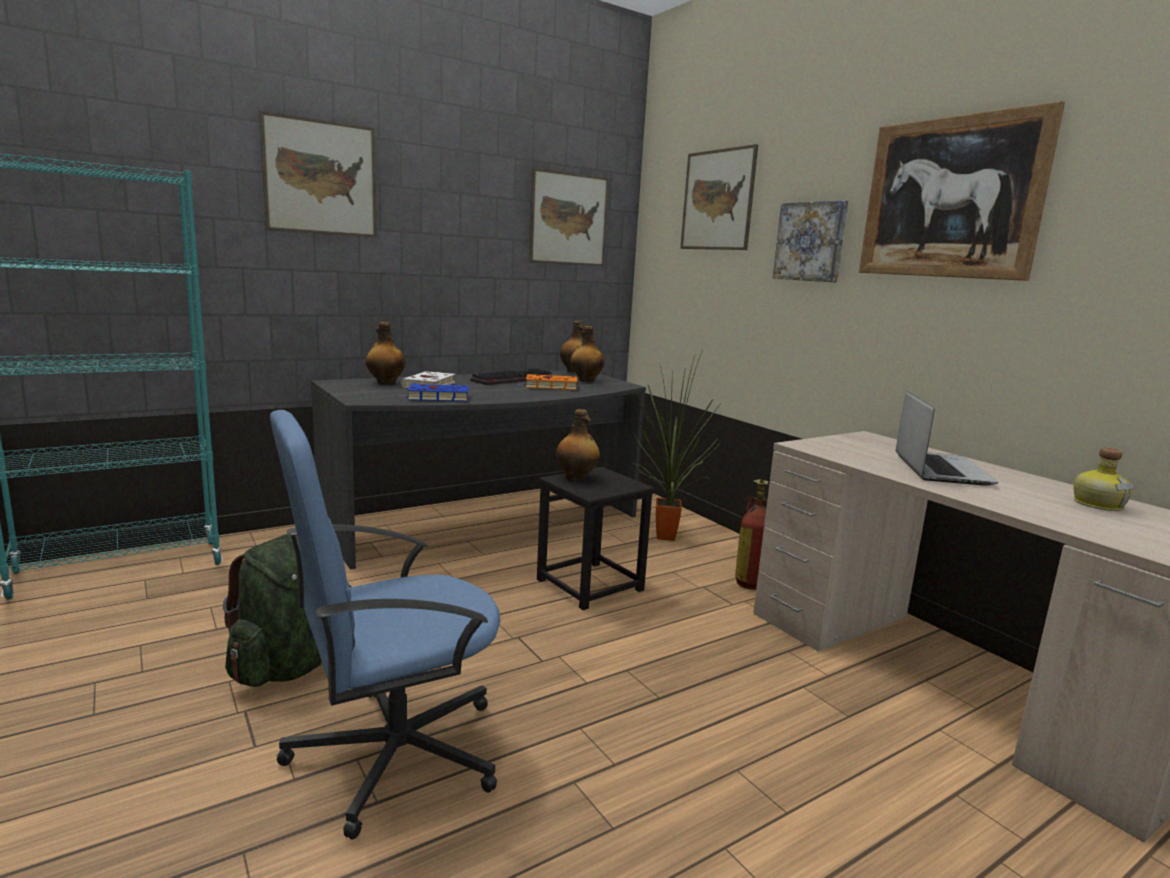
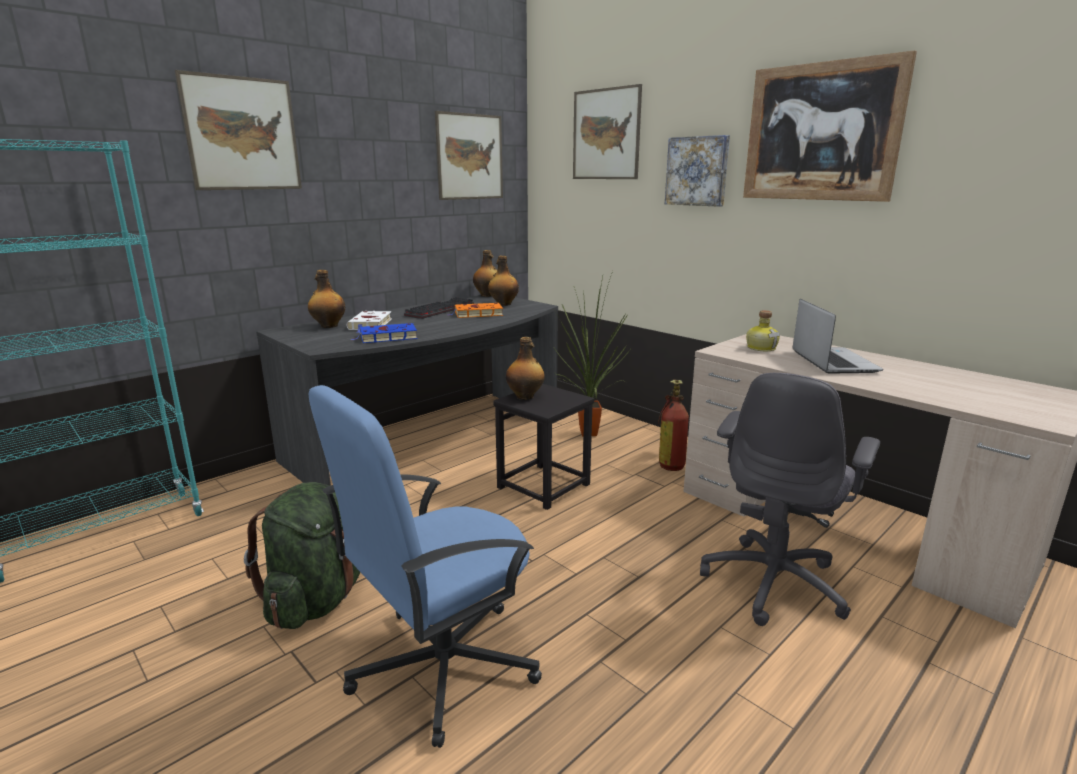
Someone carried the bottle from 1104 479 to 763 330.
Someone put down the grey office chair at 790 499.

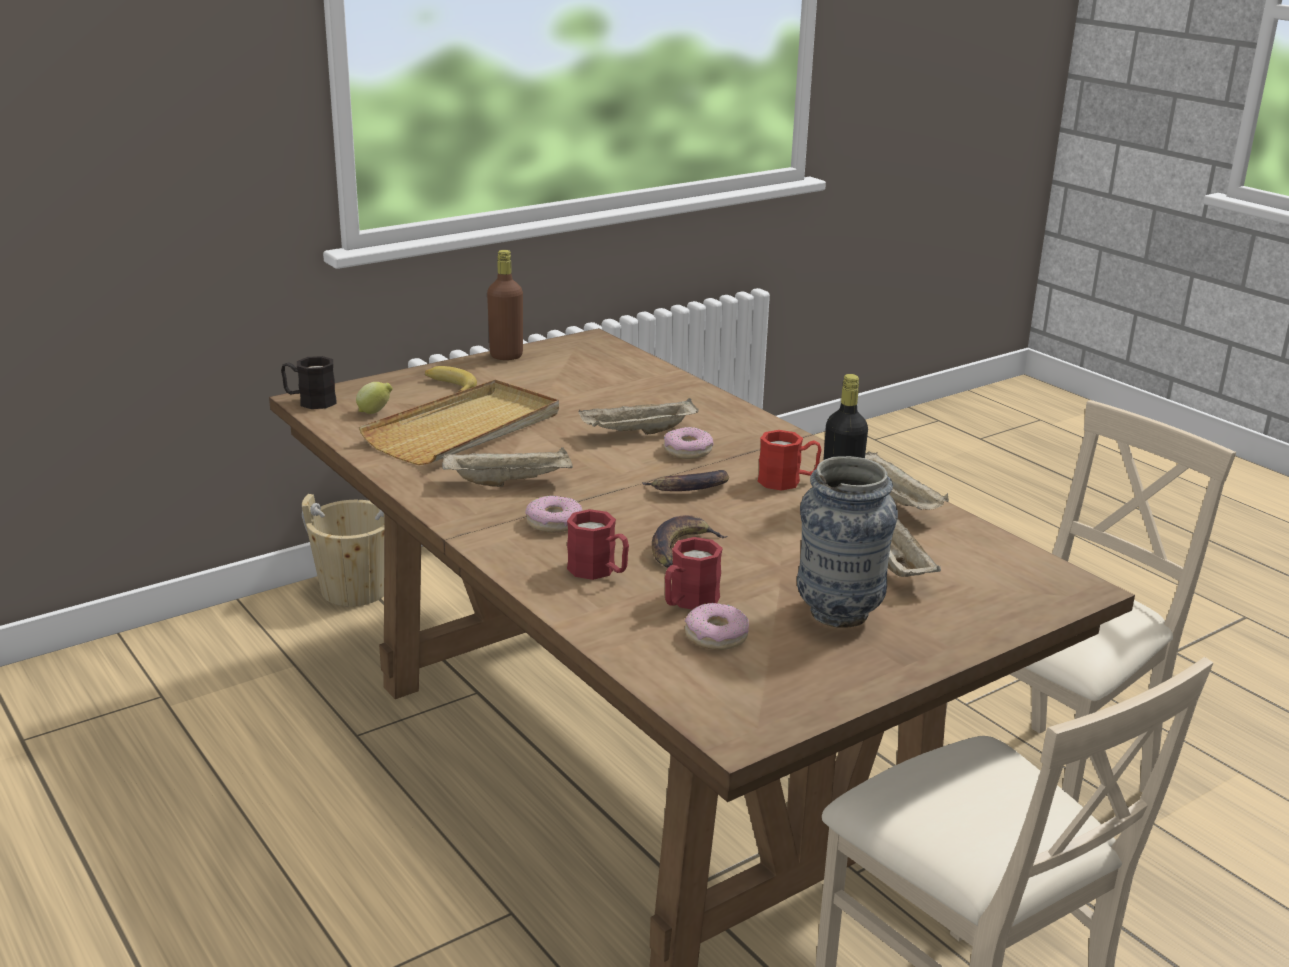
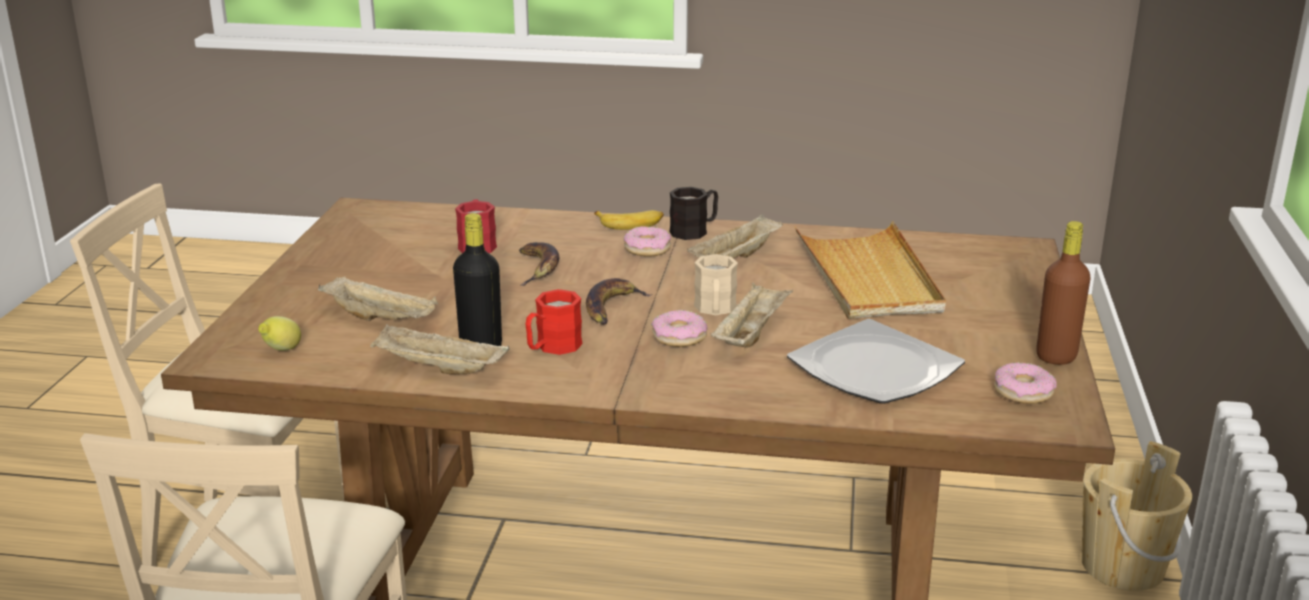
Someone carried the black mug from 309 382 to 693 213.
Someone carried the lemon from 374 398 to 279 333.
Someone carried the banana from 451 379 to 629 220.
Someone took away the red mug at 598 544.
Someone carried the donut from 717 626 to 1025 383.
Someone took away the vase at 847 542.
Someone put down the beige mug at 716 284.
Someone put down the plate at 876 361.

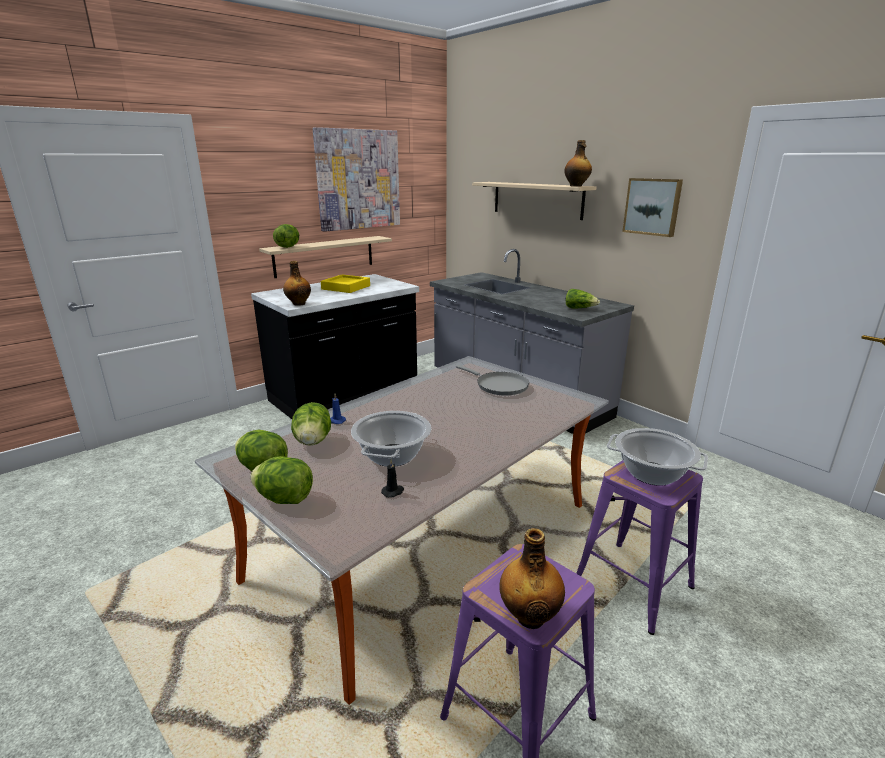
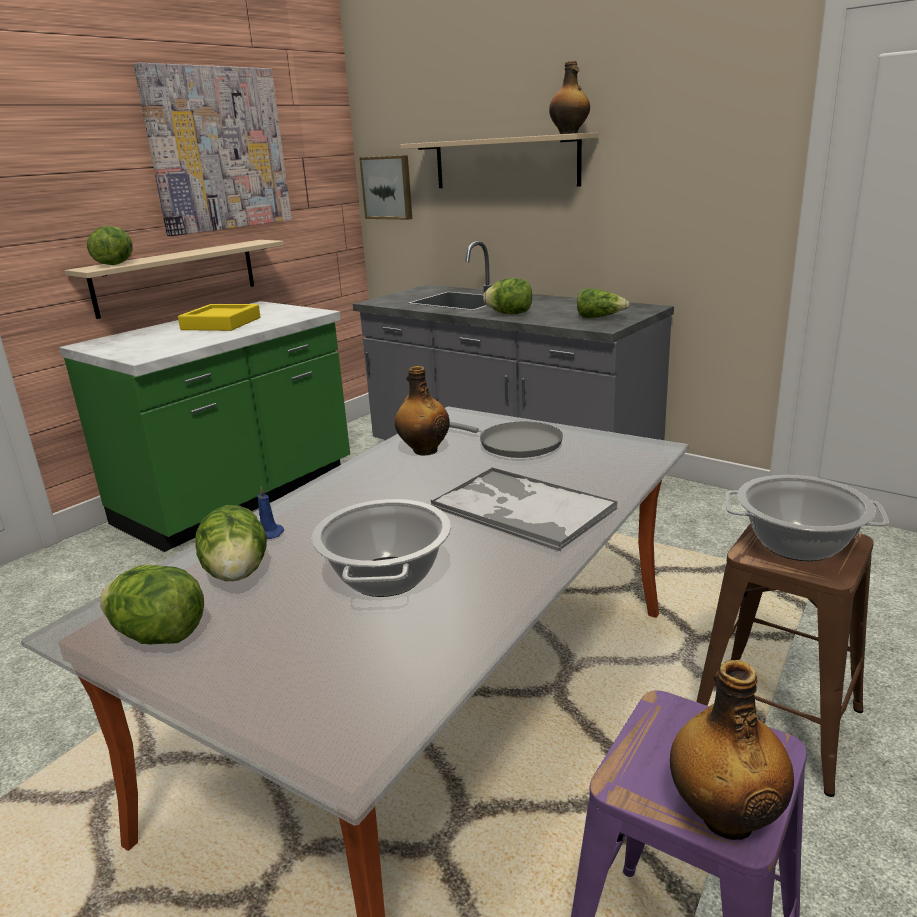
Someone carried the lettuce from 281 480 to 507 296.
Someone repainted the black counter at 335 346, which became the green counter at 204 426.
Someone carried the bottle from 297 283 to 422 410.
Someone took away the black candle at 392 479.
Someone repainted the purple stool at 639 547, which became the brown stool at 785 660.
Someone carried the picture from 652 207 to 385 187.
Someone put down the tray at 524 509.

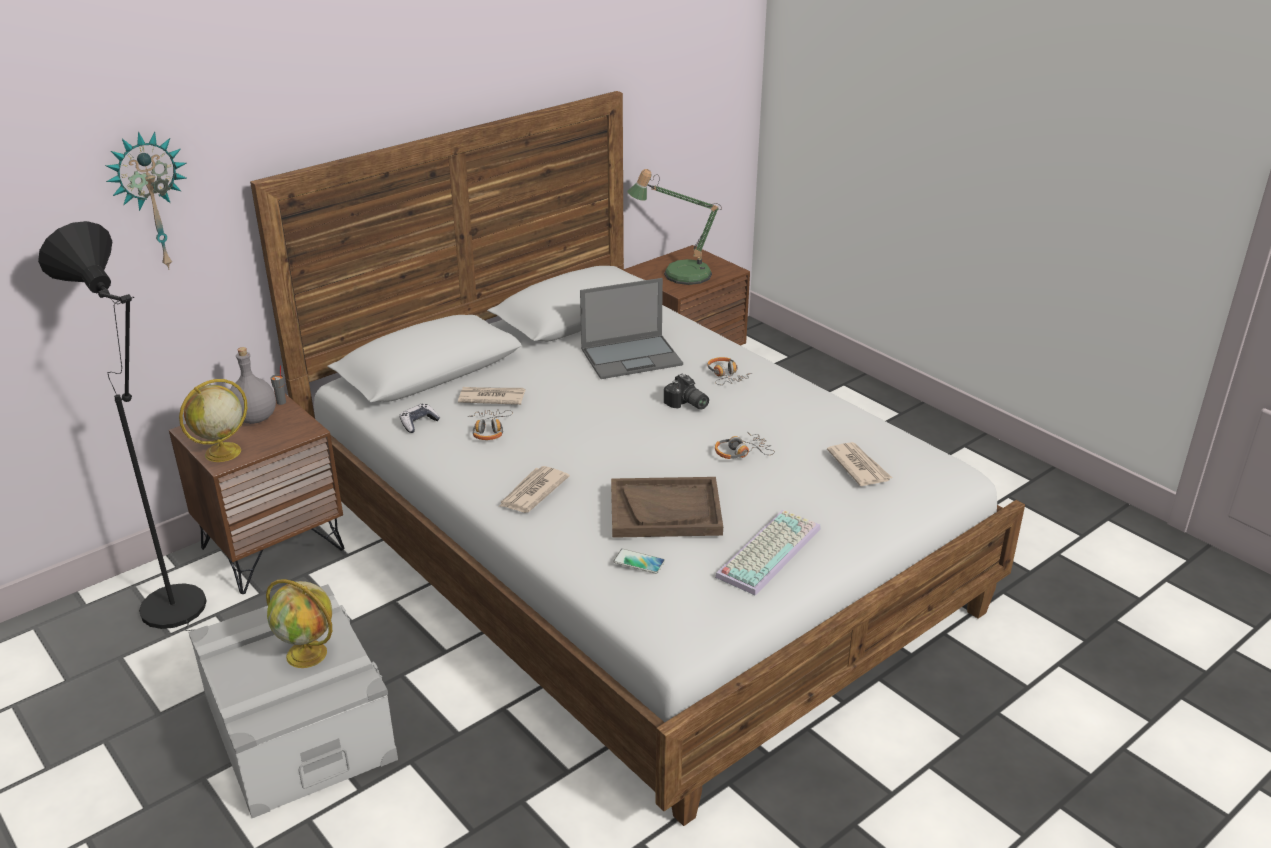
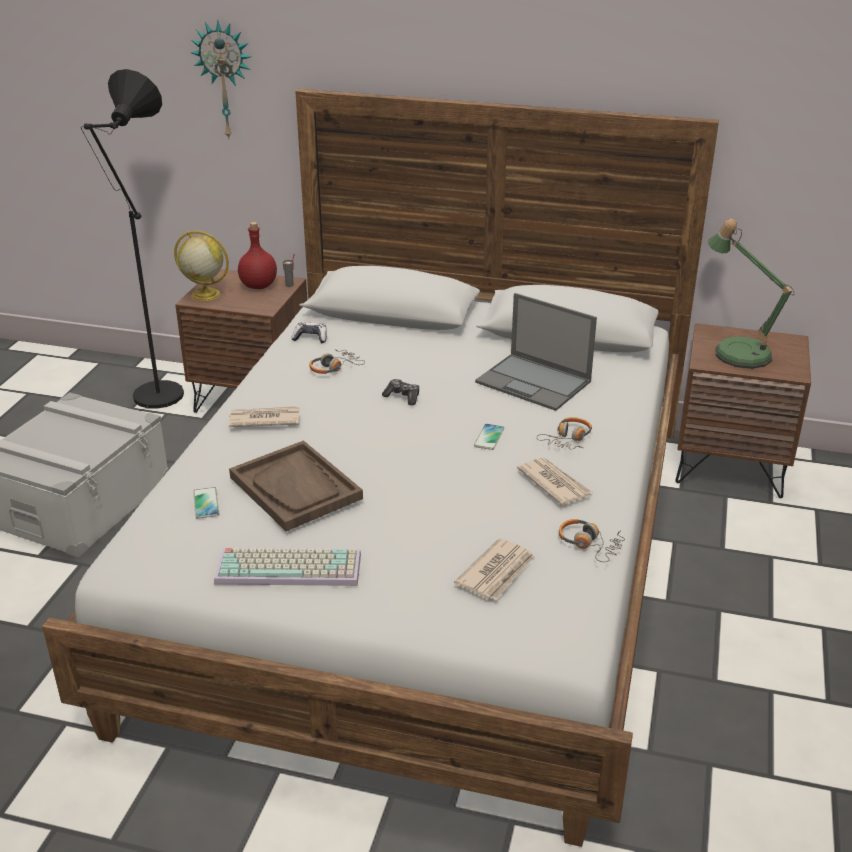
Someone repainted the grey bottle at 253 385, which became the red bottle at 257 255.
Someone took away the globe at 299 623.
Someone carried the newspaper from 491 396 to 554 481.
Someone swapped the photo camera at 686 391 for the phone at 489 437.
Someone carried the headphones from 745 445 to 592 540.
Someone put down the game controller at 400 392.

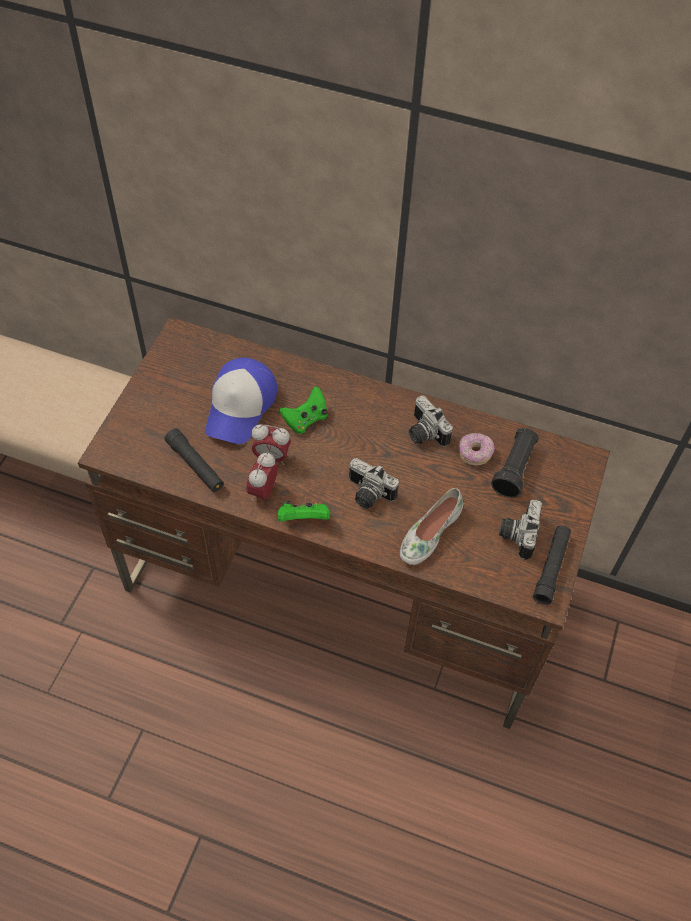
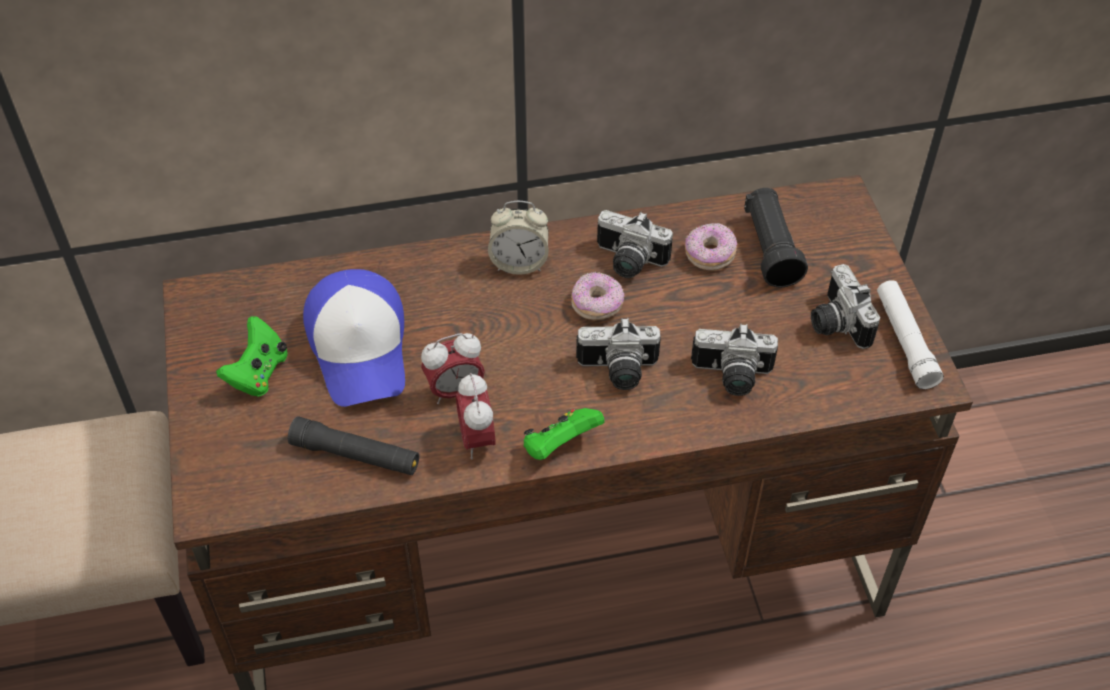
Someone carried the green game controller from 303 410 to 252 356.
Someone swapped the white shoe at 431 526 for the photo camera at 734 359.
Someone repainted the black flashlight at 552 565, which became the white flashlight at 910 334.
Someone put down the alarm clock at 518 238.
Someone put down the donut at 597 296.

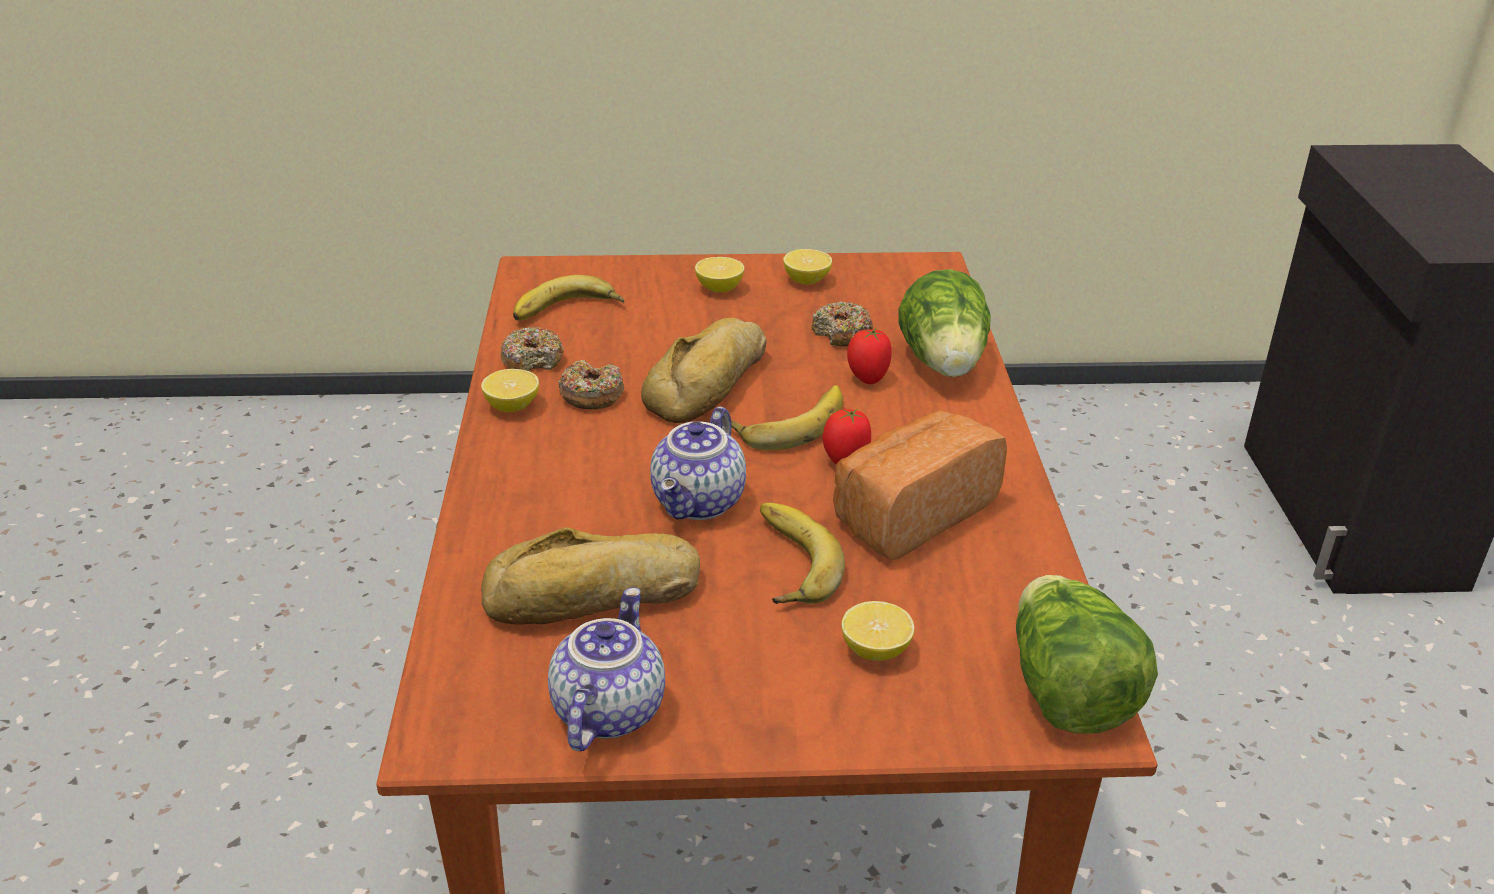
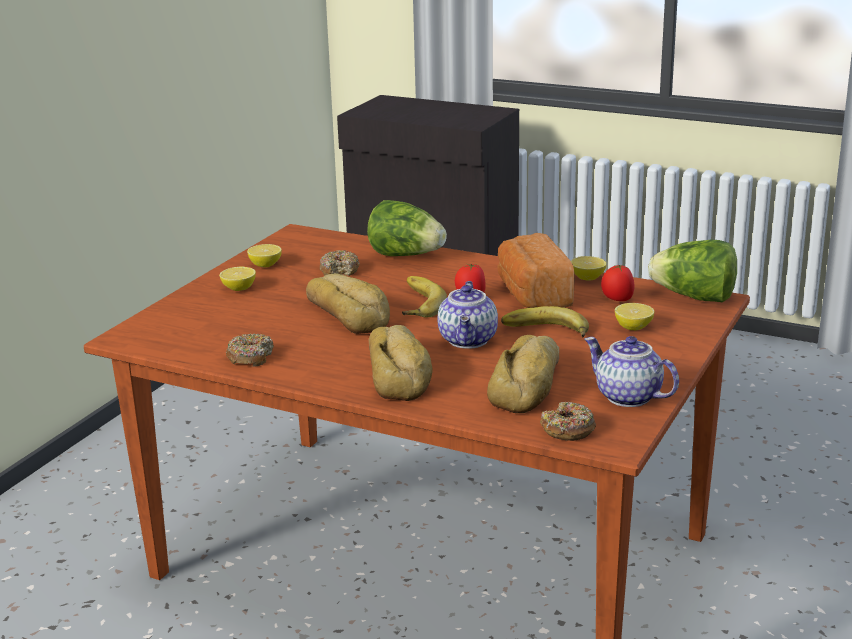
Someone carried the lemon from 510 390 to 589 268.
Someone took away the banana at 568 298.
Someone carried the donut from 591 384 to 568 421.
Someone rotated the teapot at 698 463 by 45 degrees clockwise.
Someone carried the tomato from 869 356 to 617 283.
Someone put down the bread at 401 363.

